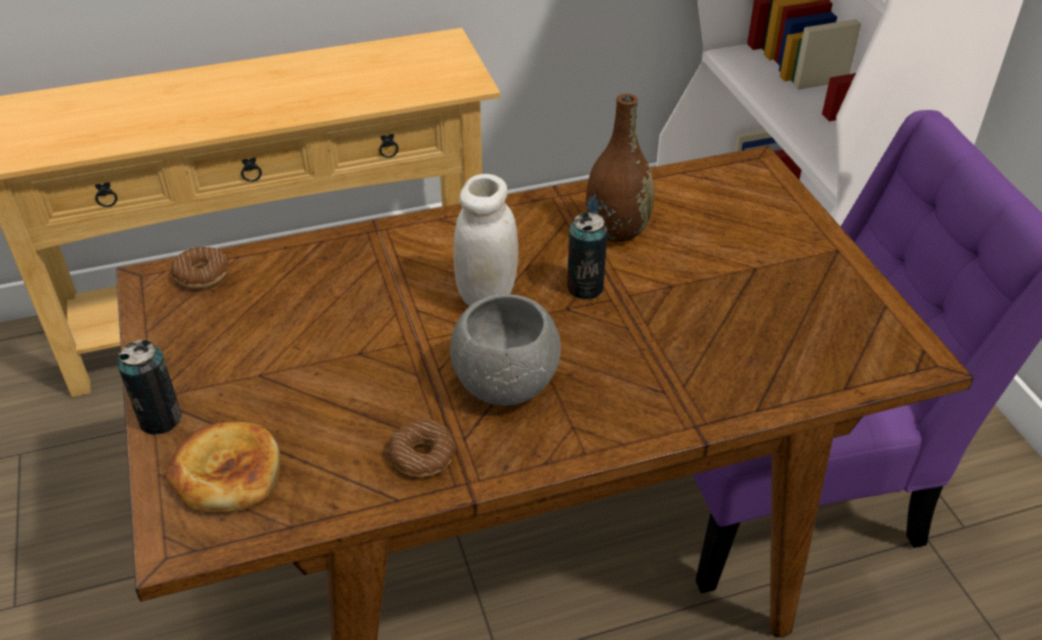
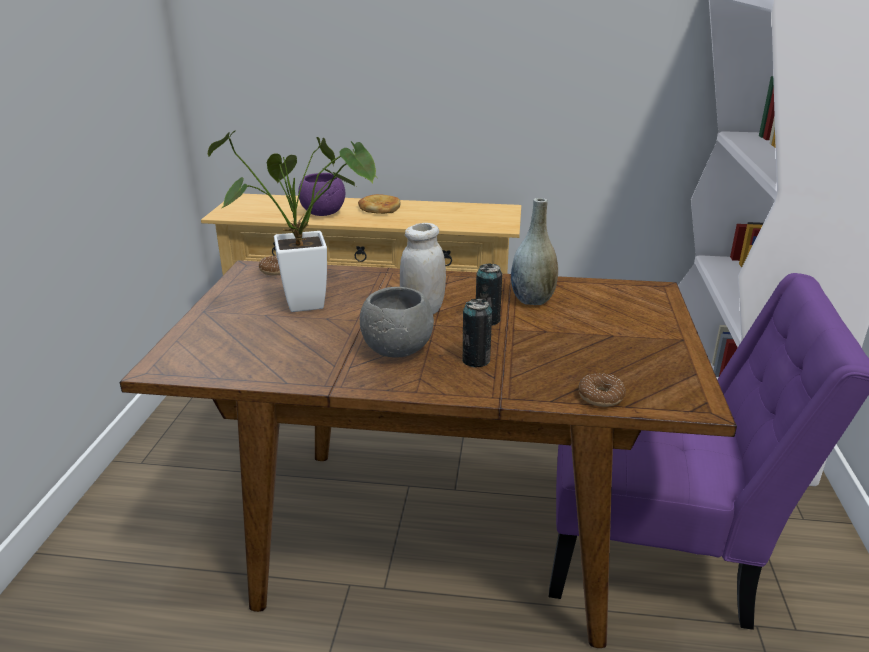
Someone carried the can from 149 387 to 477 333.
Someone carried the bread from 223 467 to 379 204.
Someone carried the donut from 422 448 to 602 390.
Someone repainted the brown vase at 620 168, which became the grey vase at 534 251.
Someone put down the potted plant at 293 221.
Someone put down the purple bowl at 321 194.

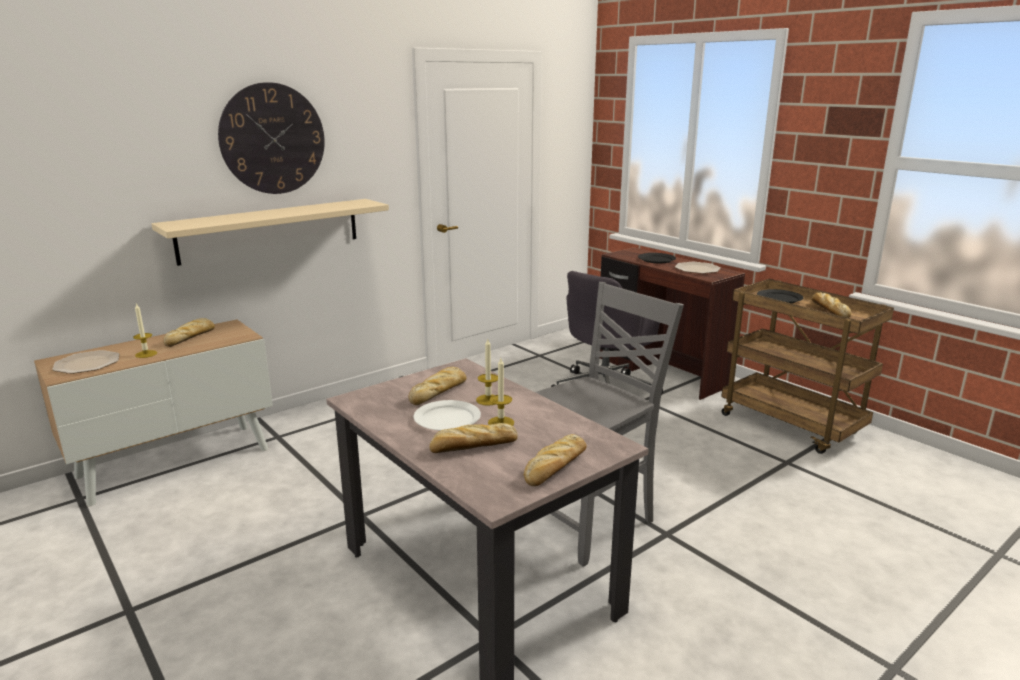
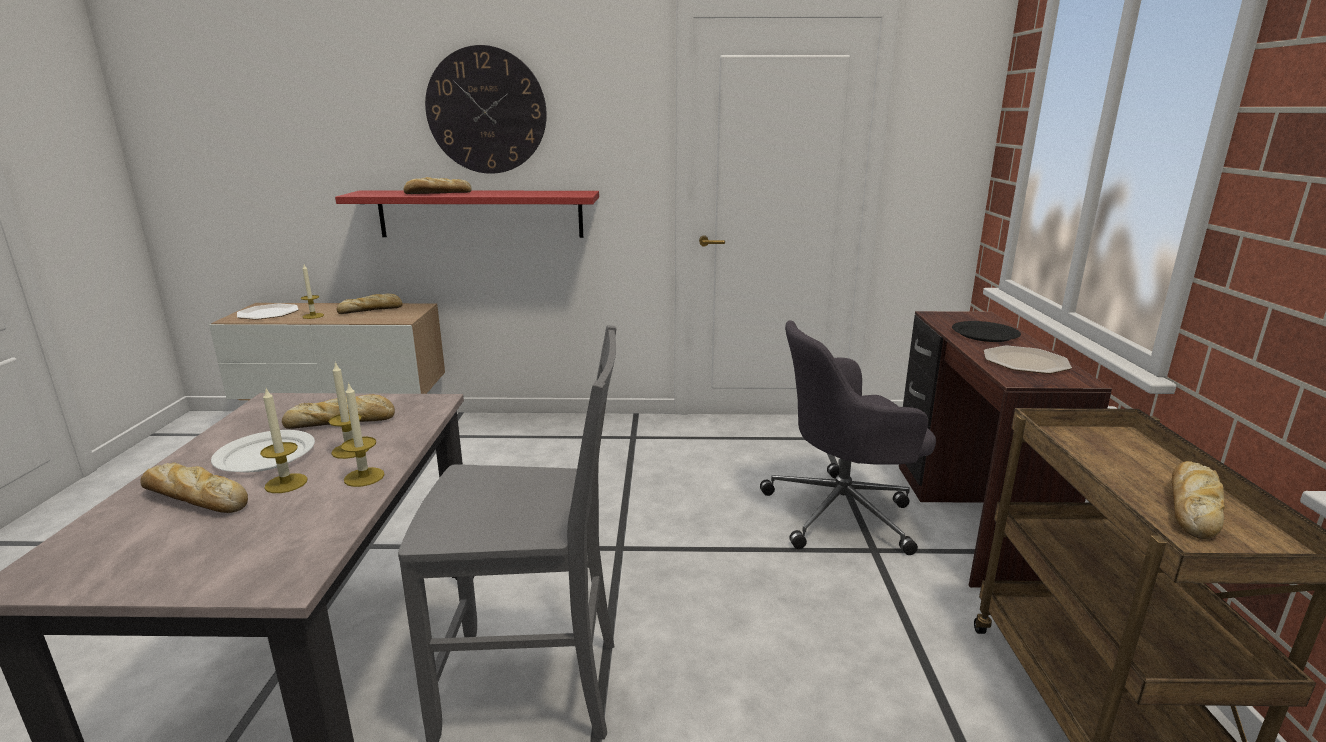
Someone repainted the beige shelf at 270 232, which became the red shelf at 467 214.
Someone carried the bread from 555 460 to 438 185.
Someone took away the black plate at 780 296.
Someone put down the candle at 363 434.

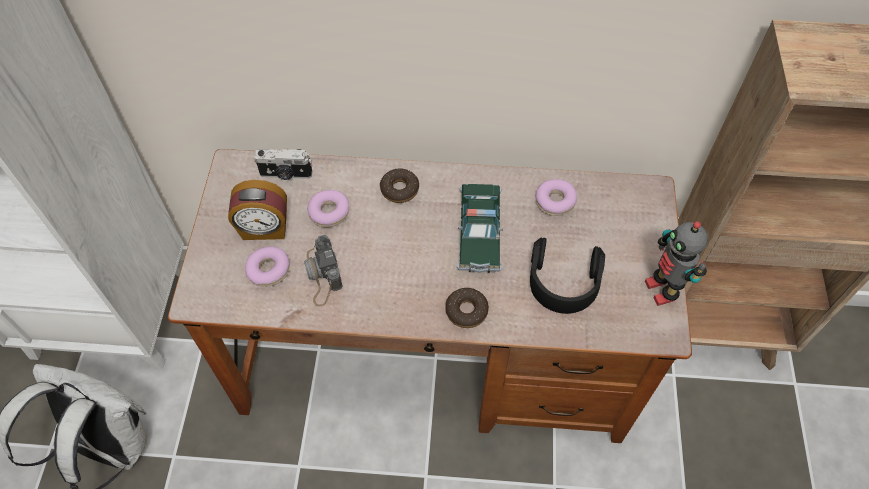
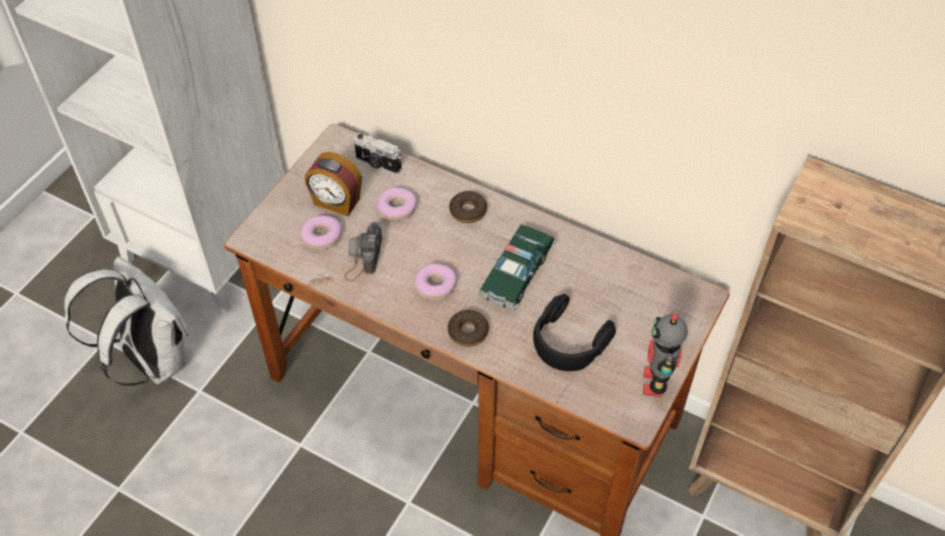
Someone carried the donut from 556 197 to 435 281.

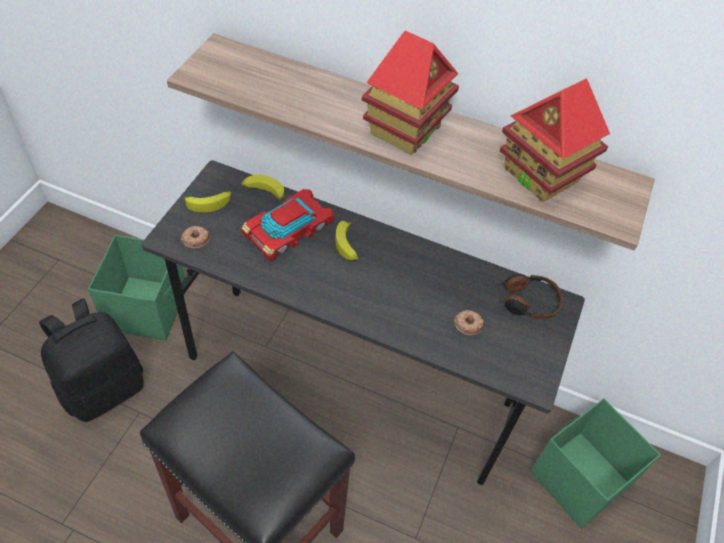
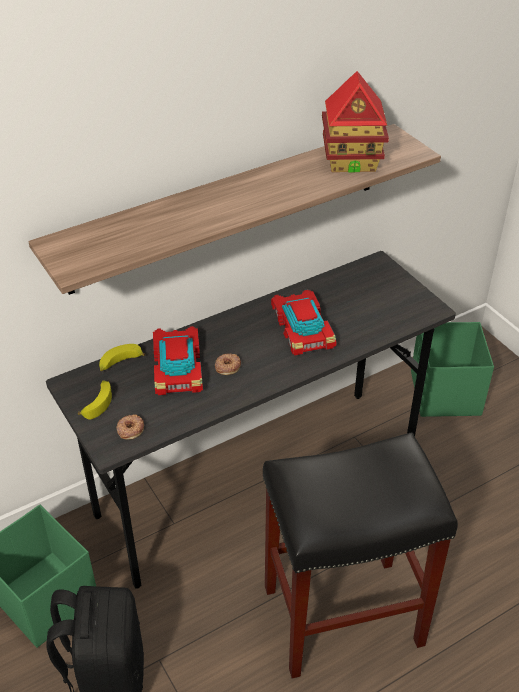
Someone took away the banana at 346 240.
Someone took away the toy house at 410 93.
Someone carried the donut from 469 322 to 228 364.
Someone took away the headphones at 531 296.
Someone put down the toy car at 304 322.

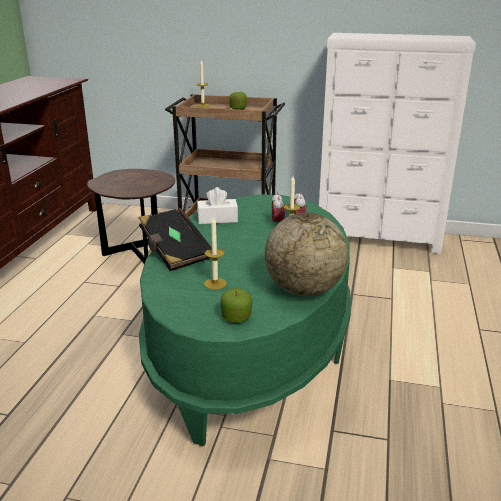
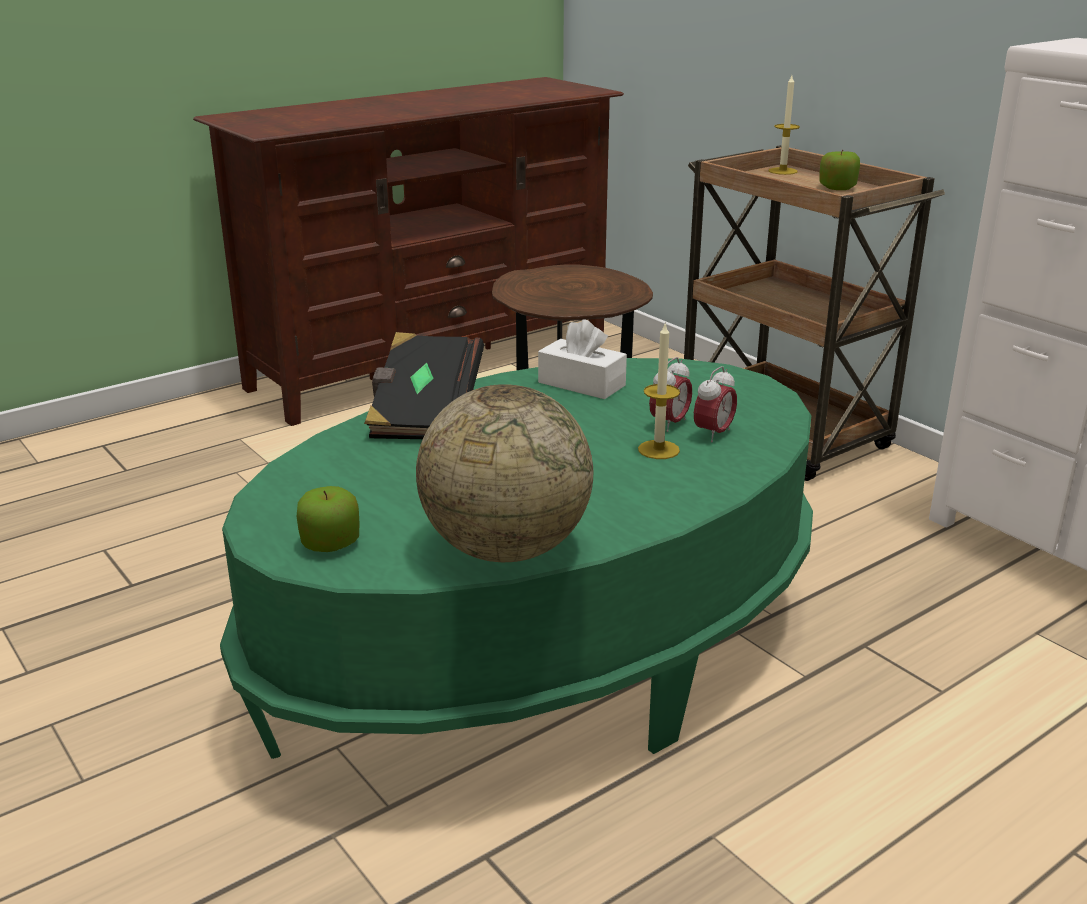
Someone took away the candle at 215 253.

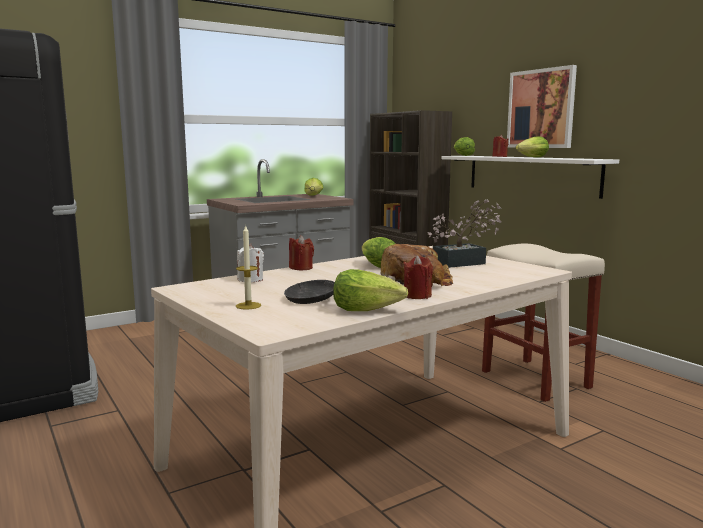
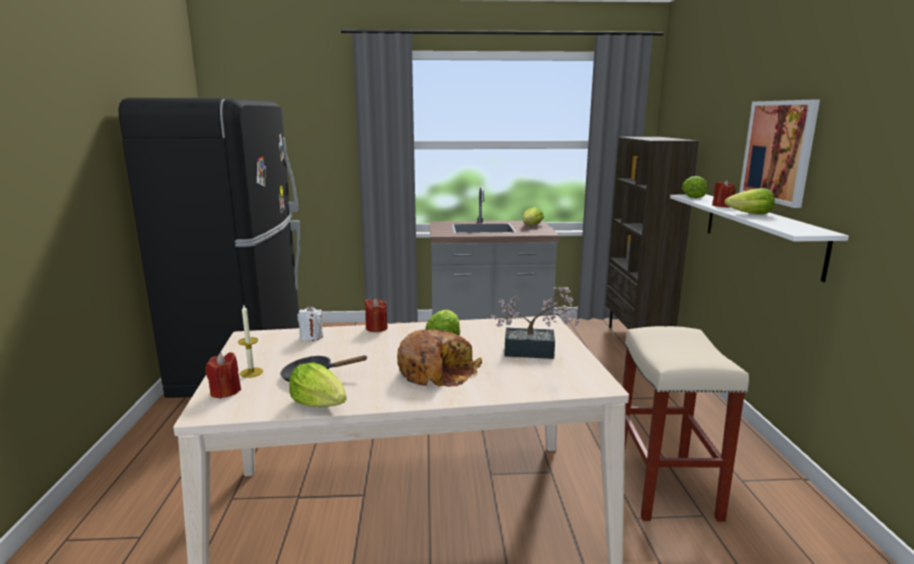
Someone carried the red candle from 418 277 to 223 375.

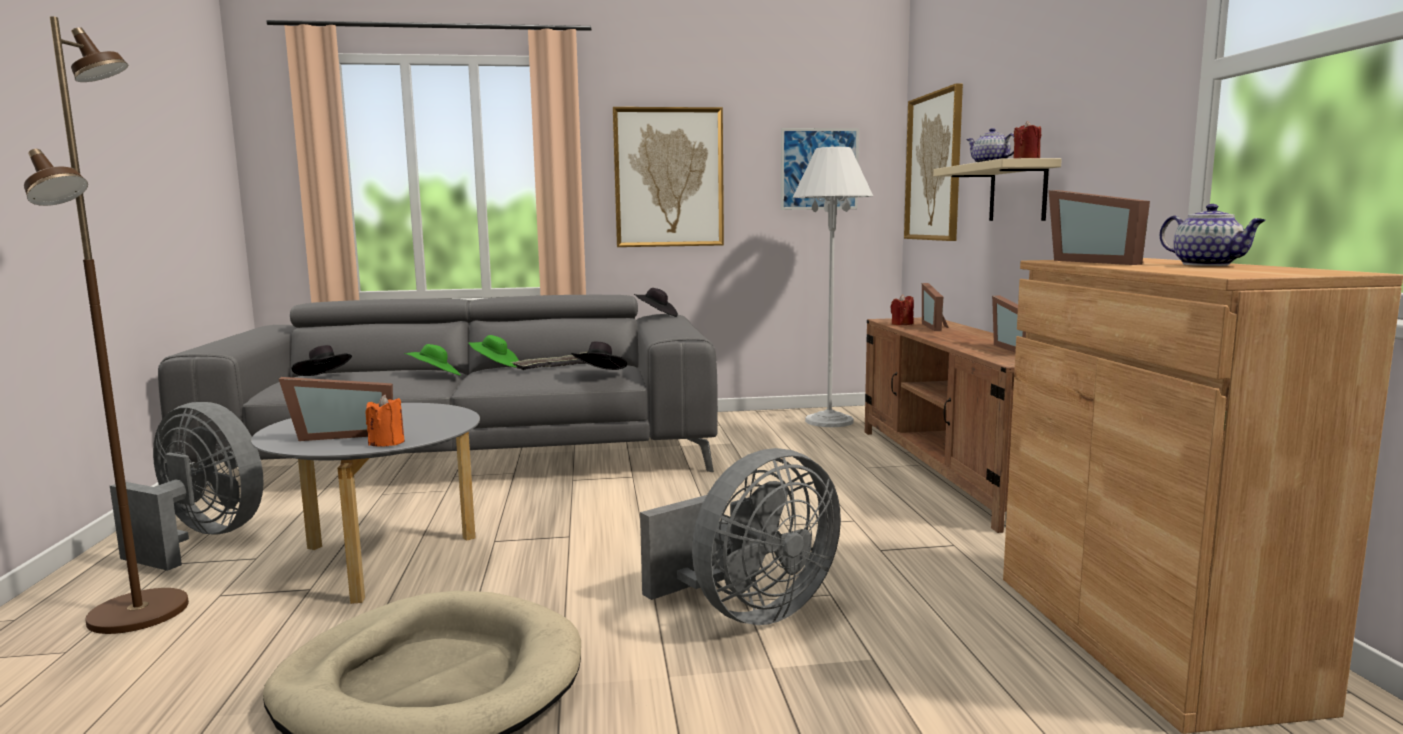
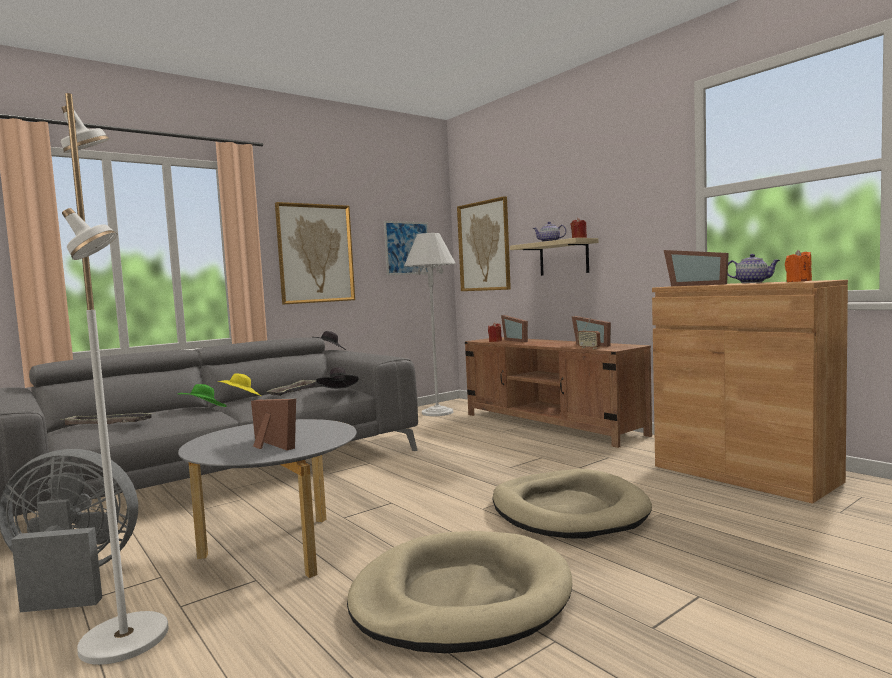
Someone repainted the brown floor lamp at 106 325, which became the white floor lamp at 115 379.
Someone rotated the picture frame at 336 409 by 90 degrees counterclockwise.
Someone swapped the black hat at 321 360 for the tray at 107 419.
Someone carried the orange candle from 385 421 to 798 266.
Someone repainted the green hat at 493 351, which became the yellow hat at 239 384.
Someone swapped the grey fan at 740 536 for the beige dog bed at 572 504.
Someone put down the radio at 589 333.

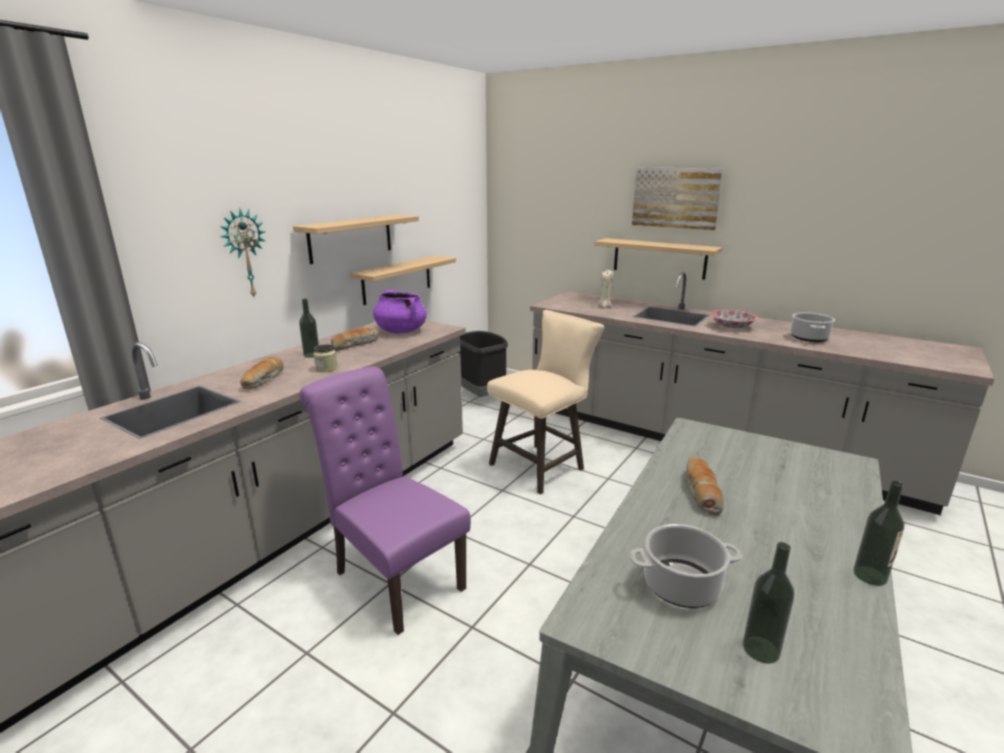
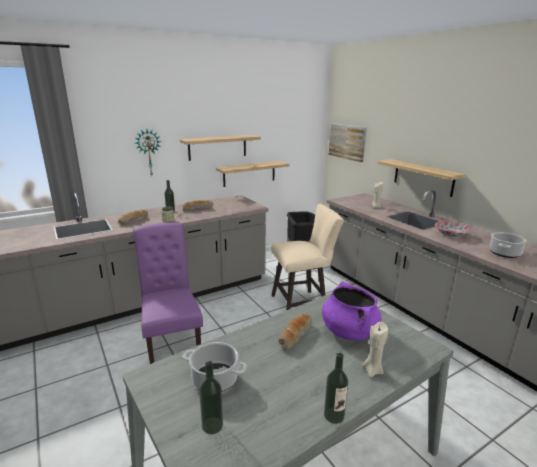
Someone carried the purple cooking pot from 400 311 to 351 310.
Someone carried the picture from 678 199 to 348 142.
Someone put down the beige candle at 375 349.

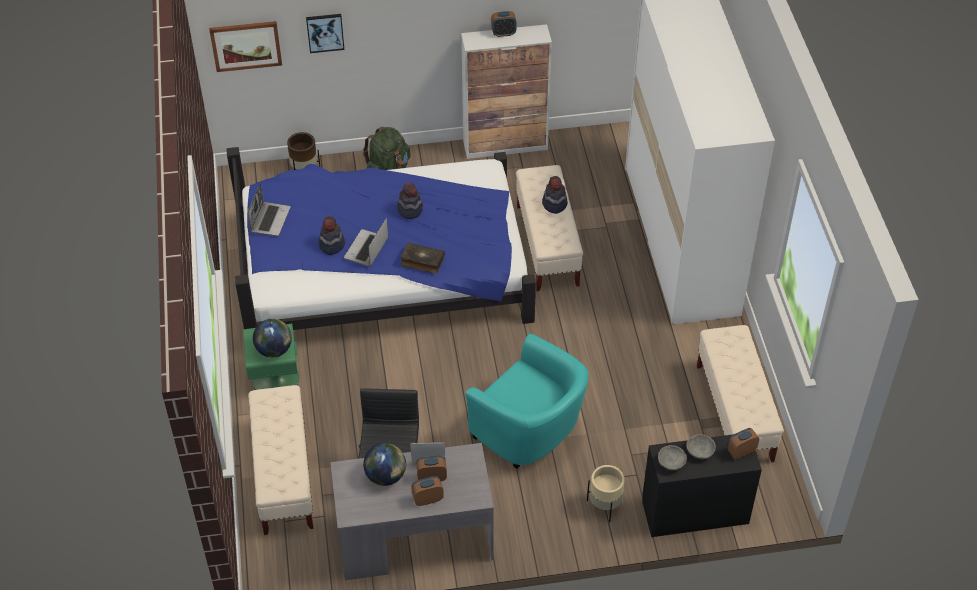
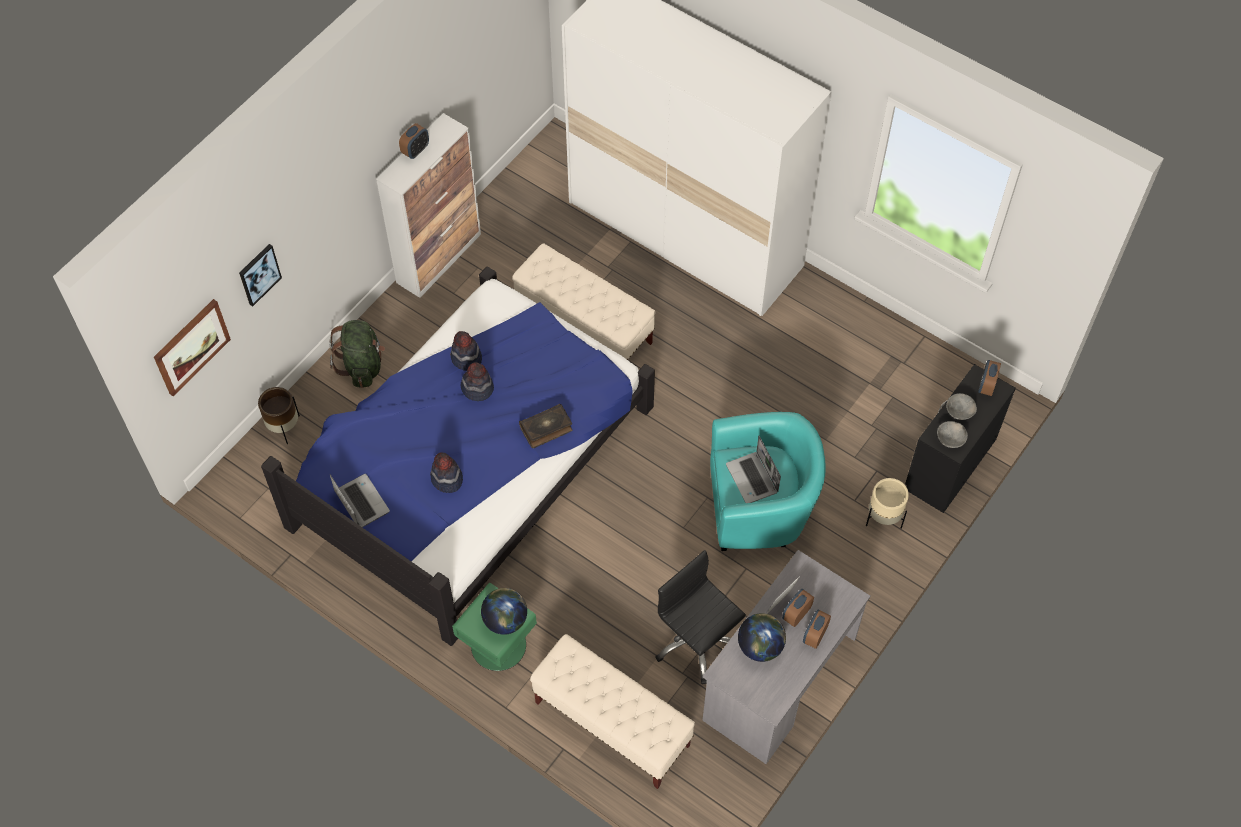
Someone carried the laptop from 366 242 to 753 469.
Someone carried the hat from 555 195 to 466 351.
Someone took away the beige bench at 740 393.

